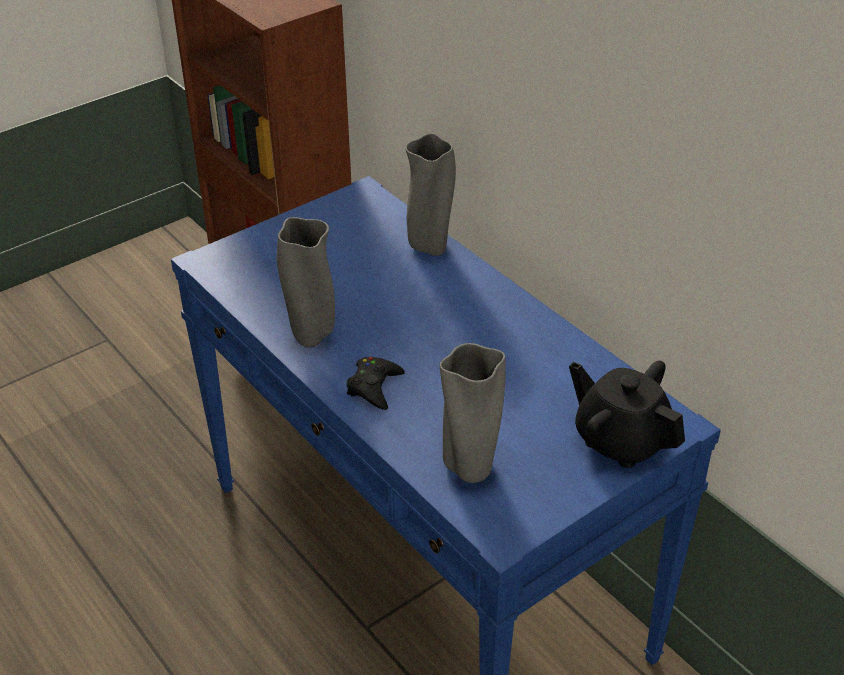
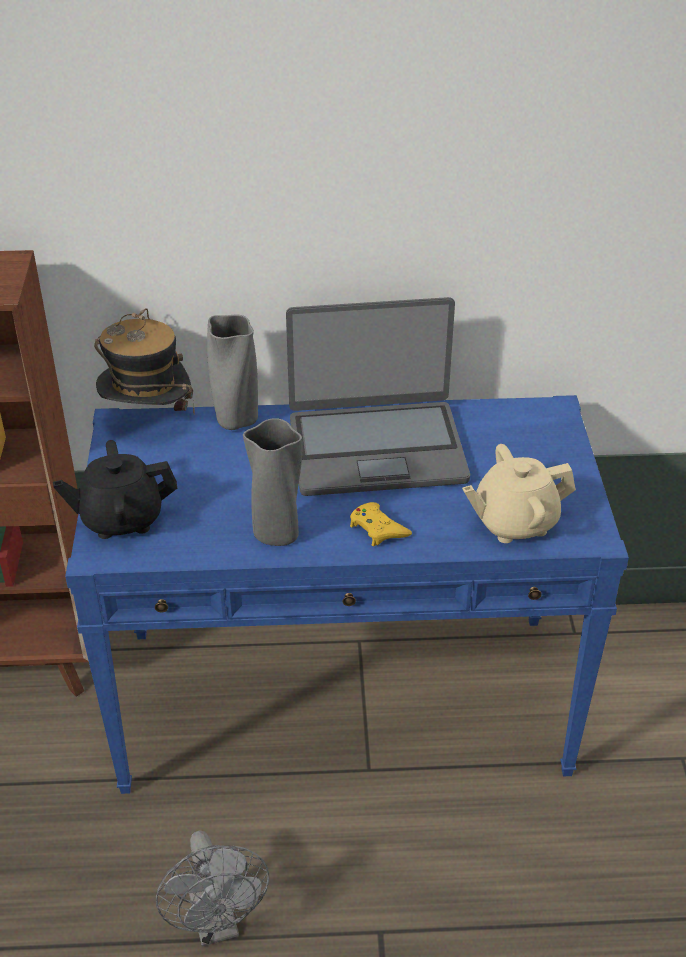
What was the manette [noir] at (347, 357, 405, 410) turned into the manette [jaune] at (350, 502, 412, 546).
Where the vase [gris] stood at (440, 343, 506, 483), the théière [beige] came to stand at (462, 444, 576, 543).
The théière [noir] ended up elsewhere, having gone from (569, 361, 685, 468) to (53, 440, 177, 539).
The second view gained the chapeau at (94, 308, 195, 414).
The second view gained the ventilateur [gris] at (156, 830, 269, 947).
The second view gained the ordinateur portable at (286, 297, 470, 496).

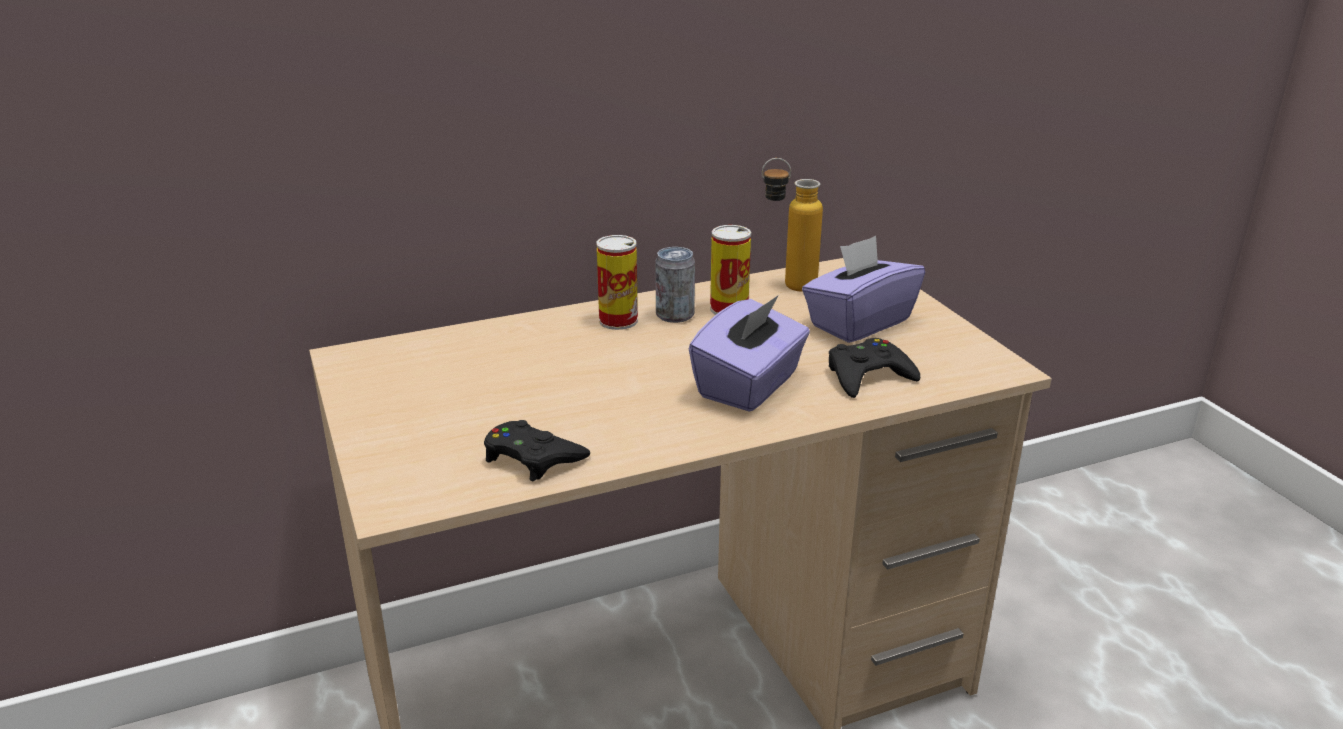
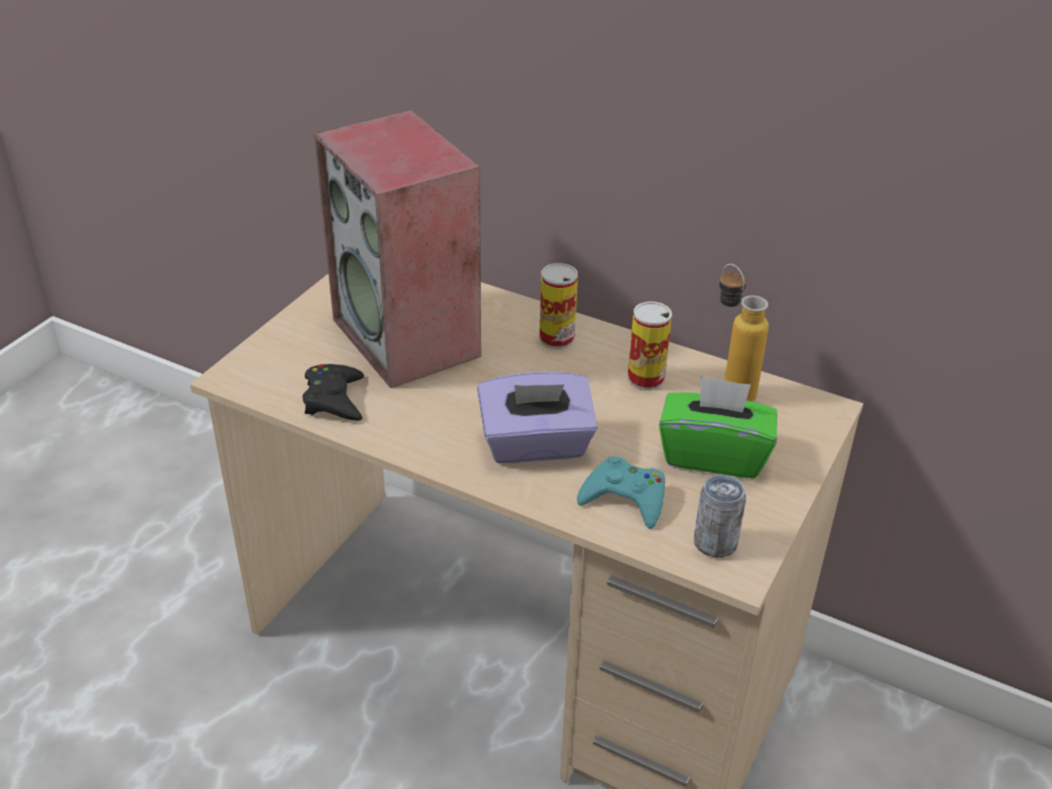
The boîte métallique ended up elsewhere, having gone from (655, 247, 695, 323) to (694, 475, 746, 557).
What was the boîte à mouchoirs [violet] at (802, 236, 925, 343) turned into the boîte à mouchoirs [vert] at (659, 375, 777, 478).
What was the manette [noir] at (829, 338, 920, 398) turned into the manette [turquoise] at (577, 456, 665, 529).
The second view gained the enceinte at (314, 110, 481, 388).

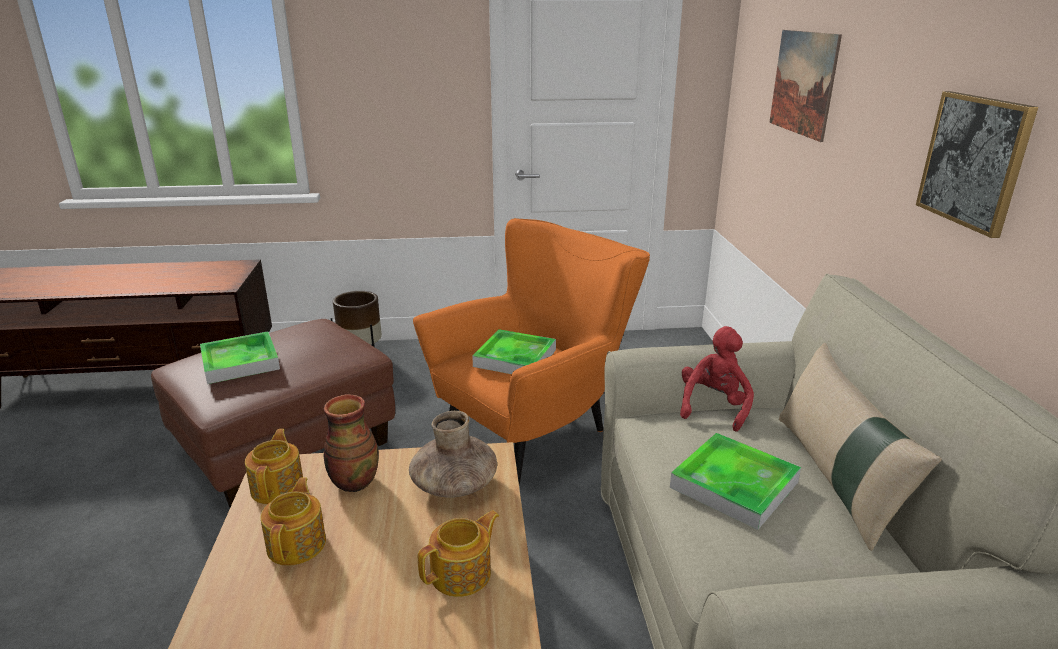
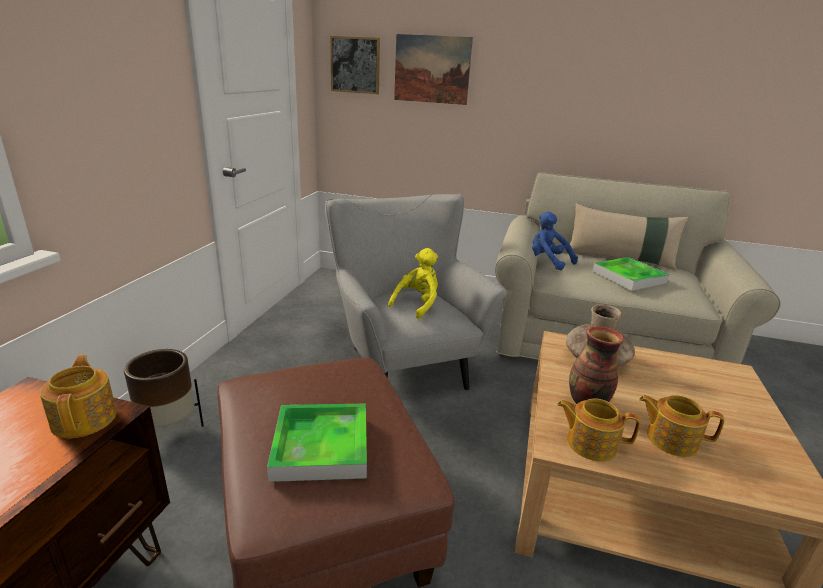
What was the fauteuil [orange] at (413, 218, 650, 484) turned into the fauteuil [gris] at (325, 194, 506, 391).
The théière ended up elsewhere, having gone from (418, 510, 499, 597) to (40, 355, 117, 439).
Where the plateau stood at (472, 329, 556, 374), the peluche [jaune] came to stand at (388, 248, 438, 319).
What was the peluche [rouge] at (680, 326, 754, 431) turned into the peluche [bleu] at (532, 212, 578, 270).
The tableau ended up elsewhere, having gone from (916, 91, 1038, 238) to (330, 36, 380, 94).

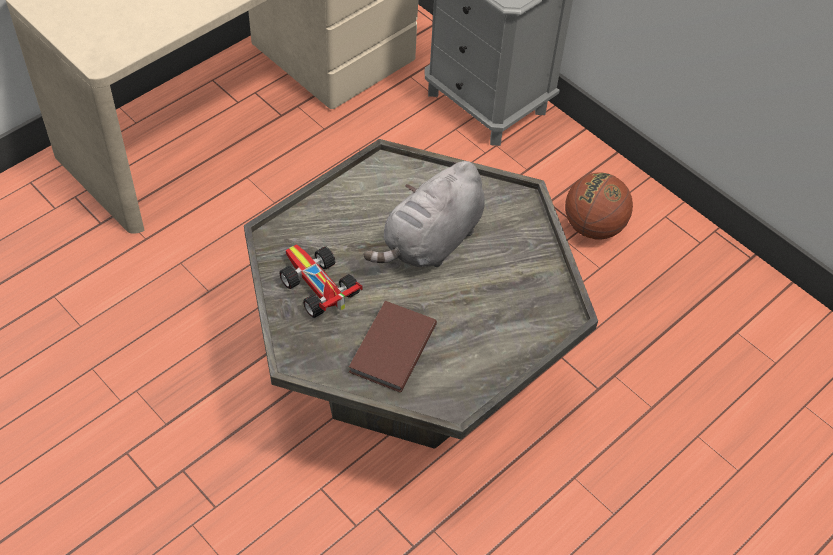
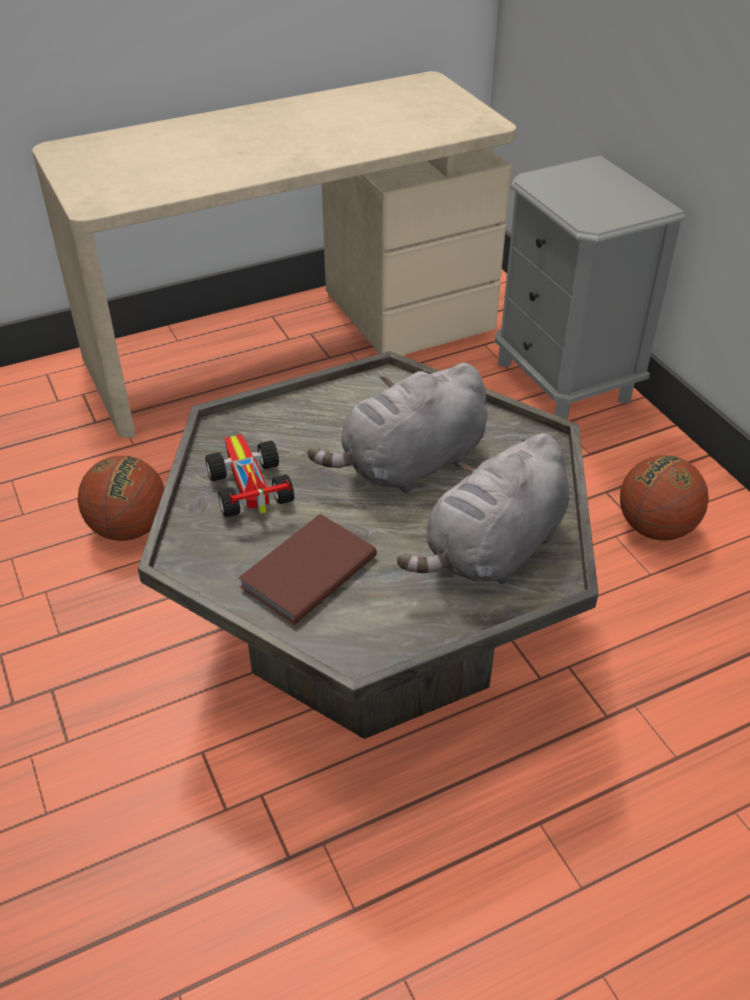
The second view gained the ballon de basket at (78, 456, 164, 541).
The second view gained the peluche [gris] at (397, 433, 569, 584).

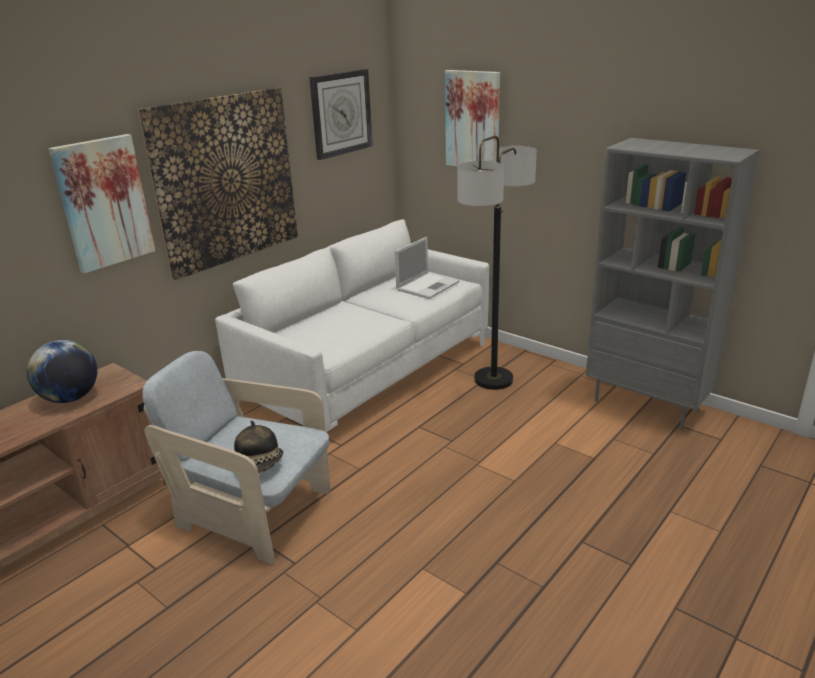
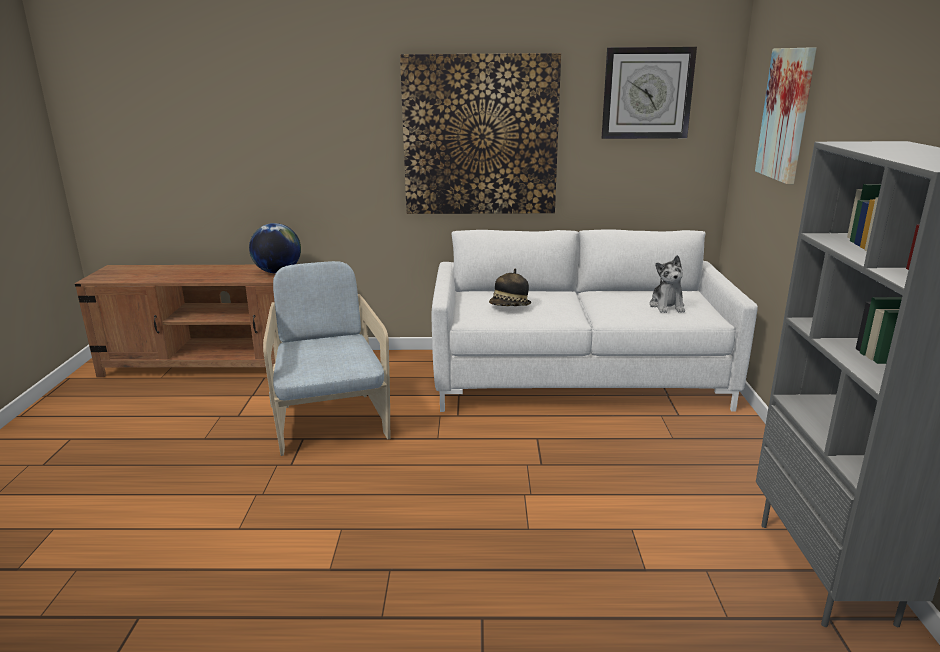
The second view lost the tableau at (48, 134, 155, 273).
The chapeau ended up elsewhere, having gone from (234, 421, 283, 474) to (489, 269, 531, 306).
Where the ordinateur portable stood at (394, 237, 460, 299), the peluche came to stand at (650, 255, 685, 313).
The second view lost the lampadaire at (457, 136, 537, 390).

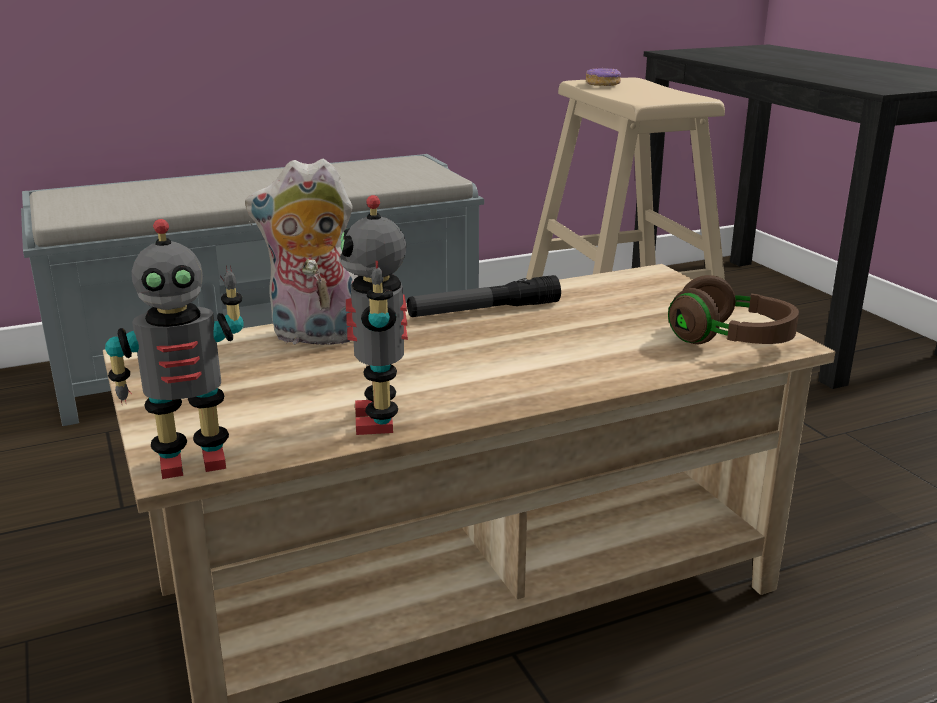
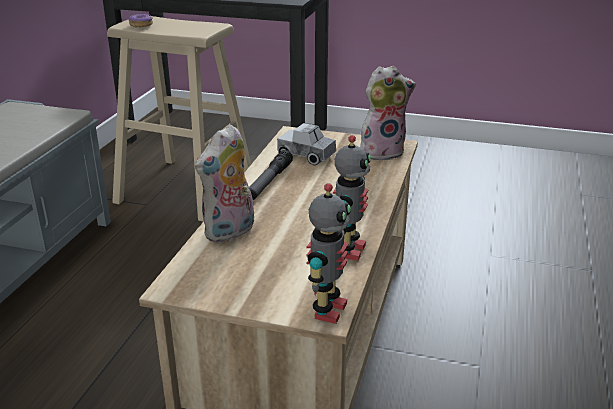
The robot jouet at (339, 195, 408, 435) ended up facing another way, 105 degrees counterclockwise from before.
Where the casque audio [marron] stood at (668, 275, 799, 344), the peluche came to stand at (360, 66, 416, 161).
The second view gained the camion jouet at (277, 123, 336, 165).

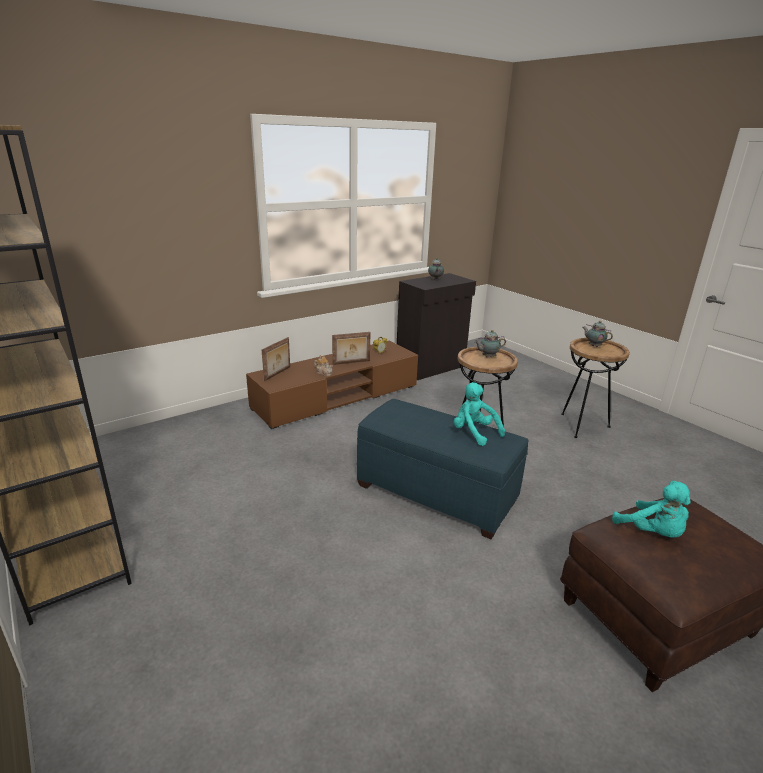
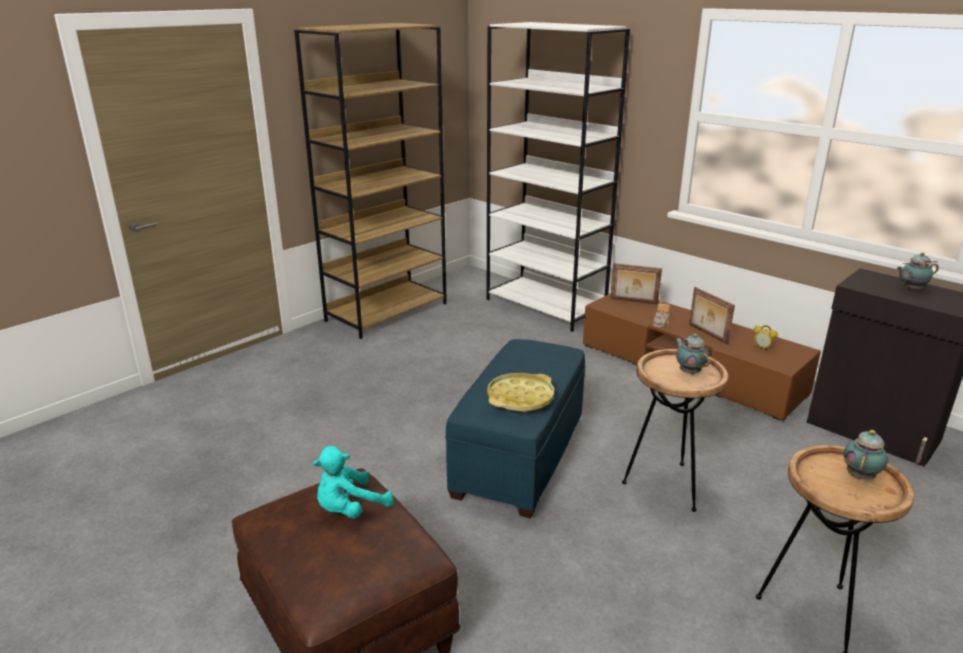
Where the peluche [turquoise] stood at (453, 382, 505, 446), the plateau [jaune] came to stand at (487, 373, 554, 412).
The second view gained the bibliothèque [blanc] at (487, 22, 630, 332).

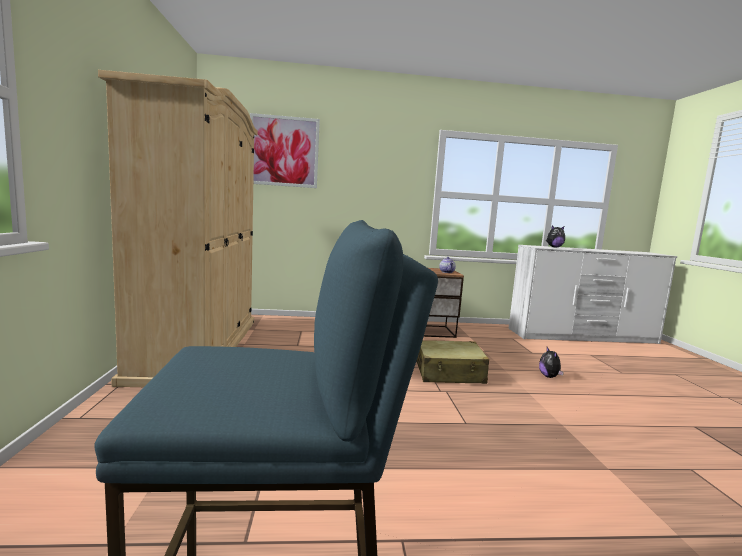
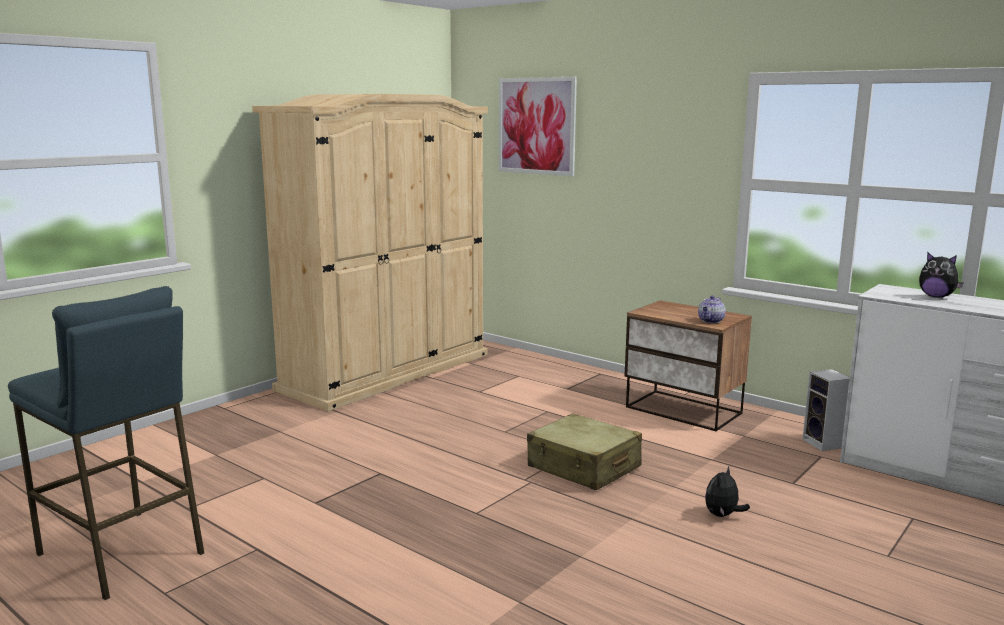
The second view gained the enceinte at (802, 369, 850, 451).

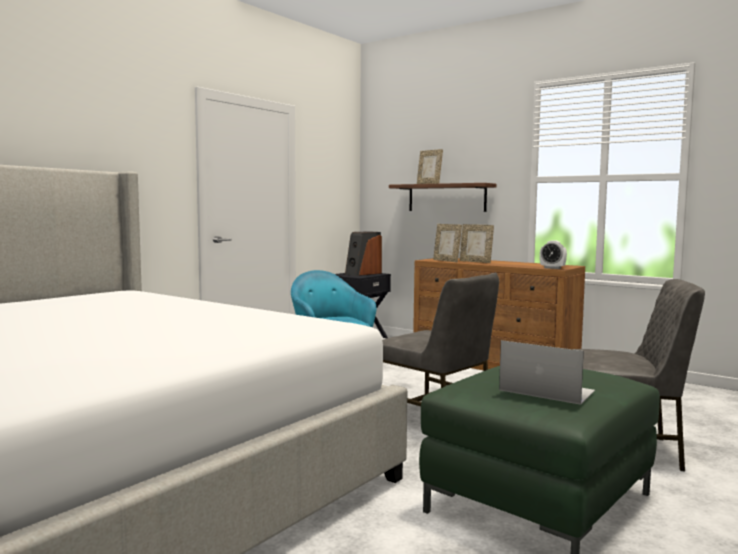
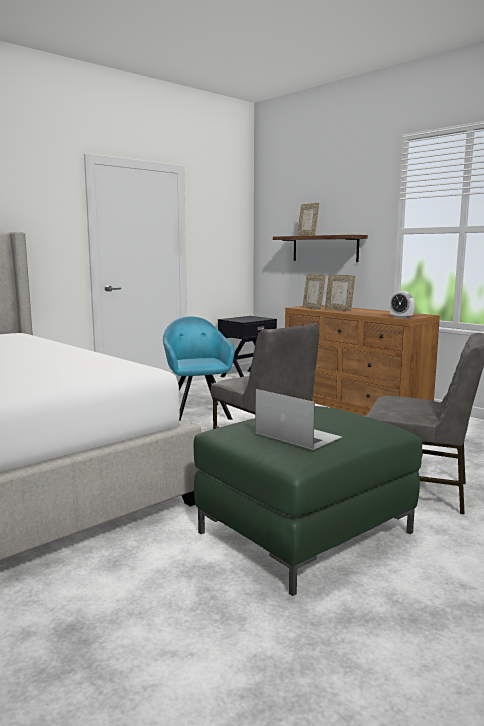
The second view lost the enceinte at (345, 231, 382, 276).

